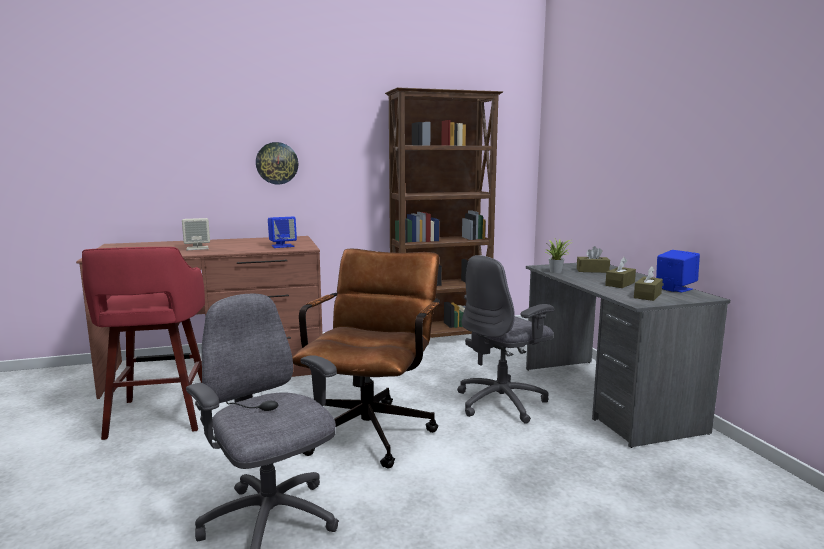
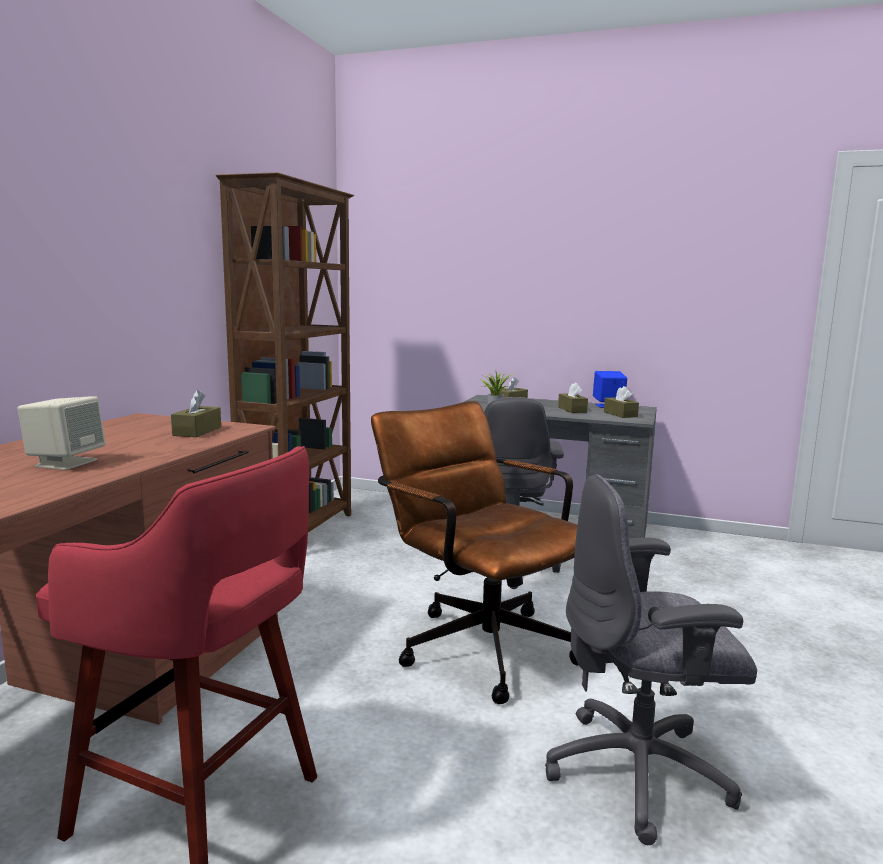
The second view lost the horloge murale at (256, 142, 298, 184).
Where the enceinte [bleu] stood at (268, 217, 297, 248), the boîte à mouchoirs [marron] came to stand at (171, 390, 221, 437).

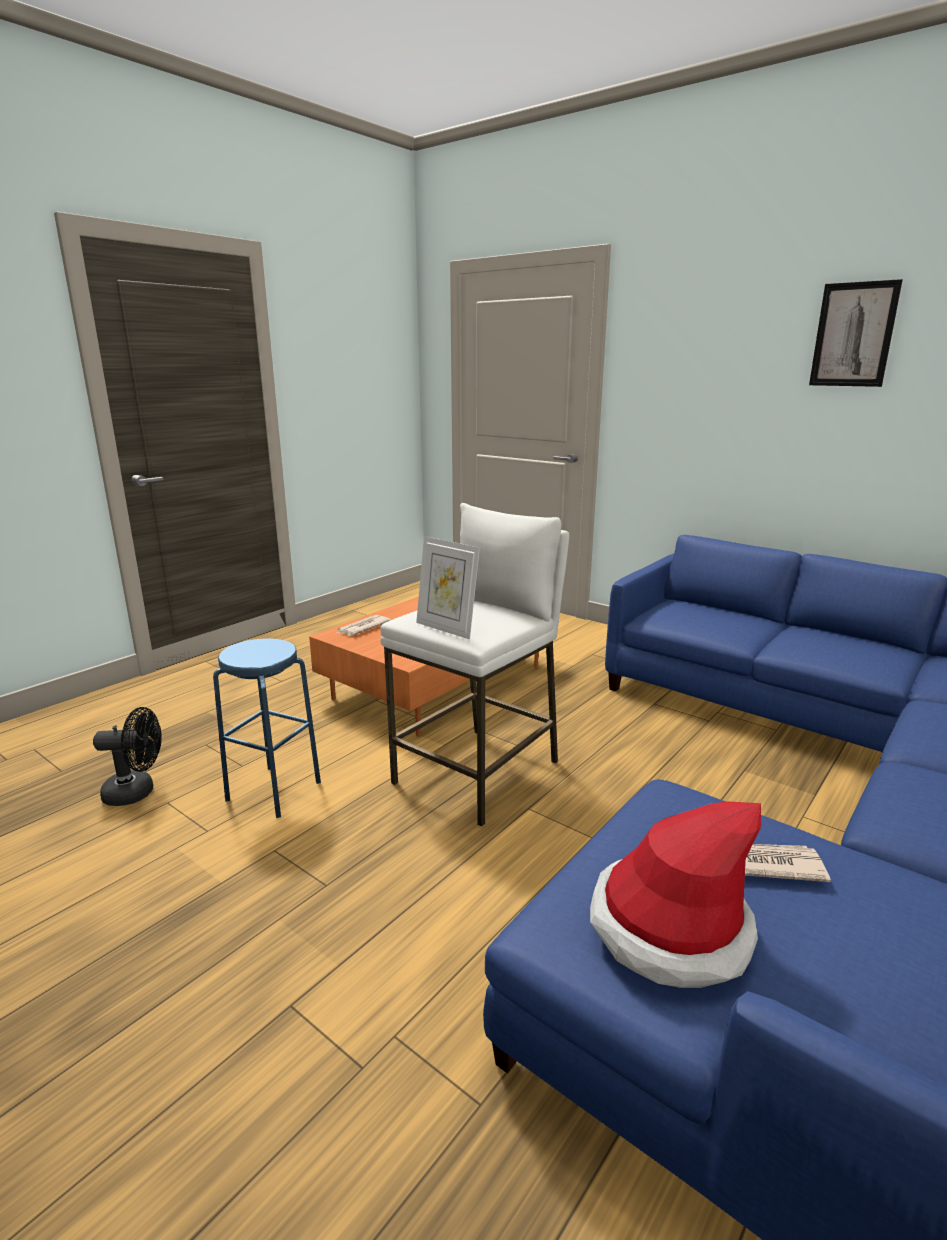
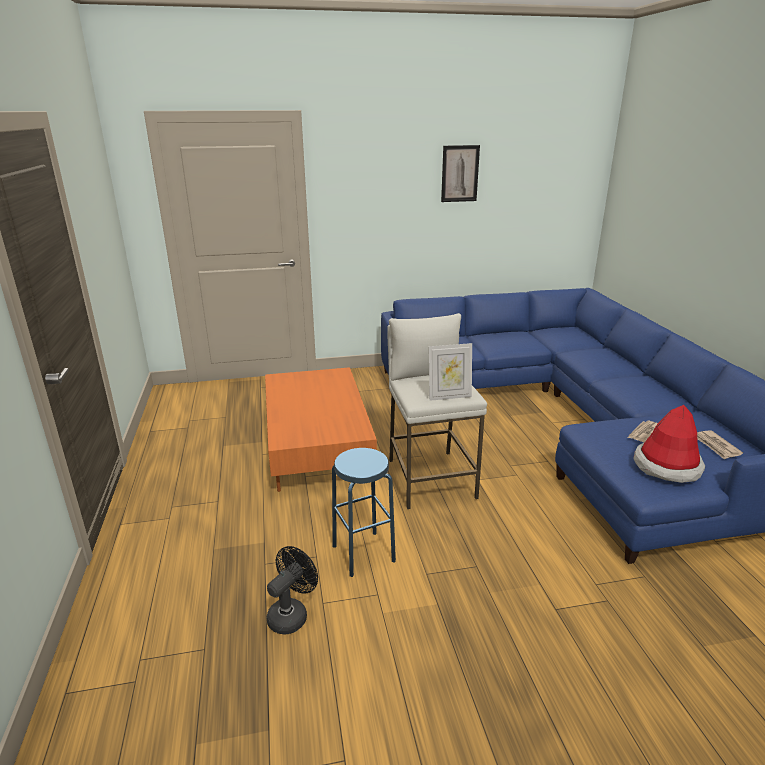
The journal ended up elsewhere, having gone from (336, 615, 391, 636) to (697, 430, 743, 460).

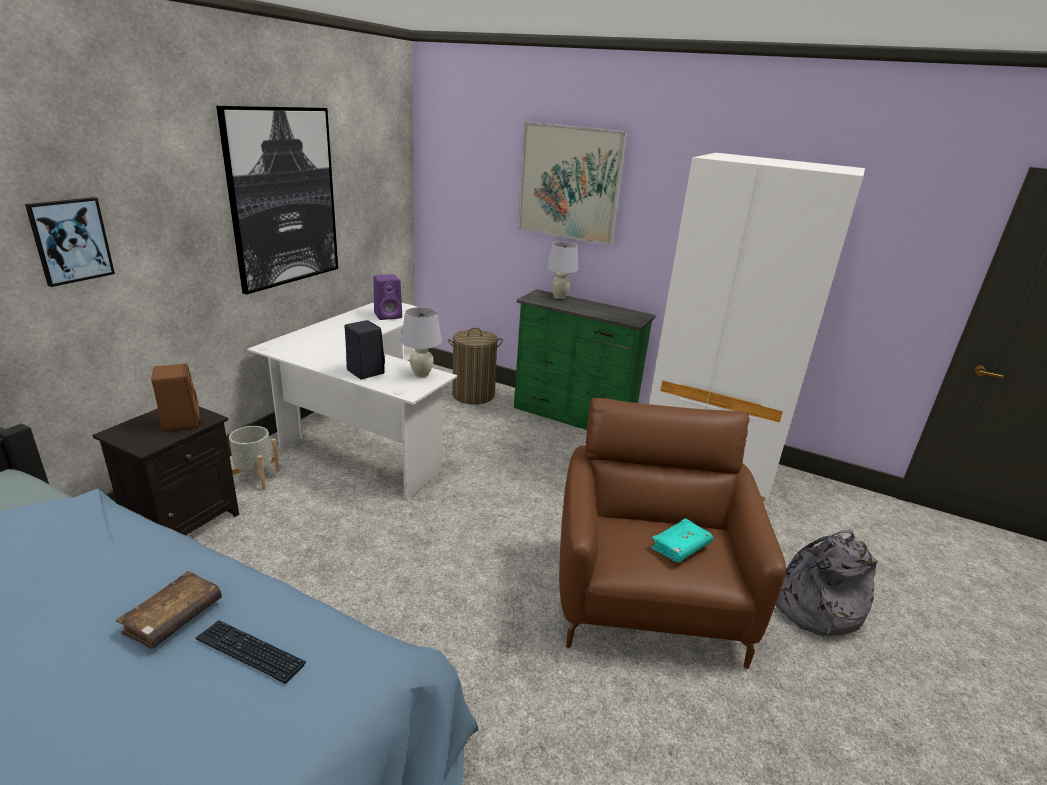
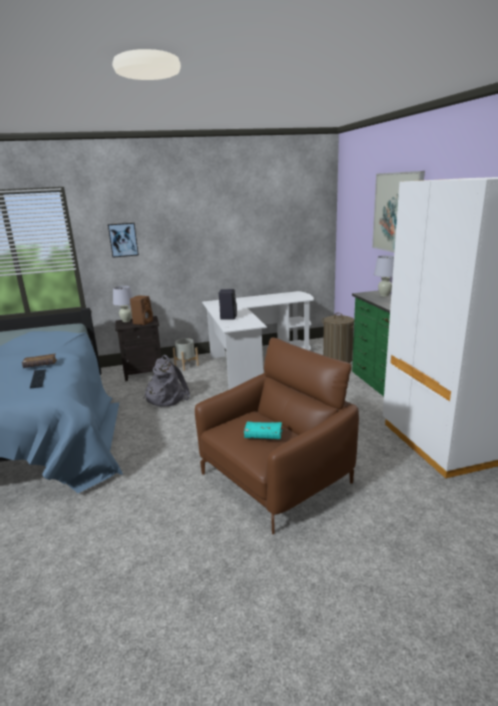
The second view lost the tableau at (216, 106, 338, 294).
The second view lost the enceinte [violet] at (373, 274, 402, 320).
The lampe de table [blanc] ended up elsewhere, having gone from (401, 307, 442, 378) to (113, 286, 133, 322).
The sac à dos [gris] ended up elsewhere, having gone from (776, 529, 878, 636) to (143, 355, 190, 407).

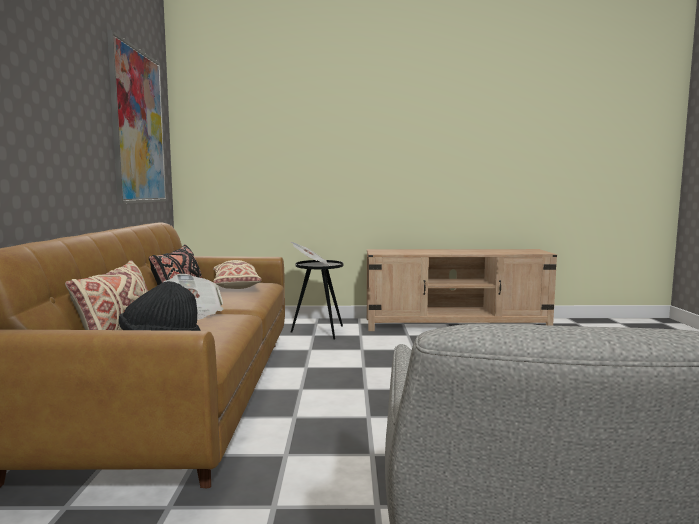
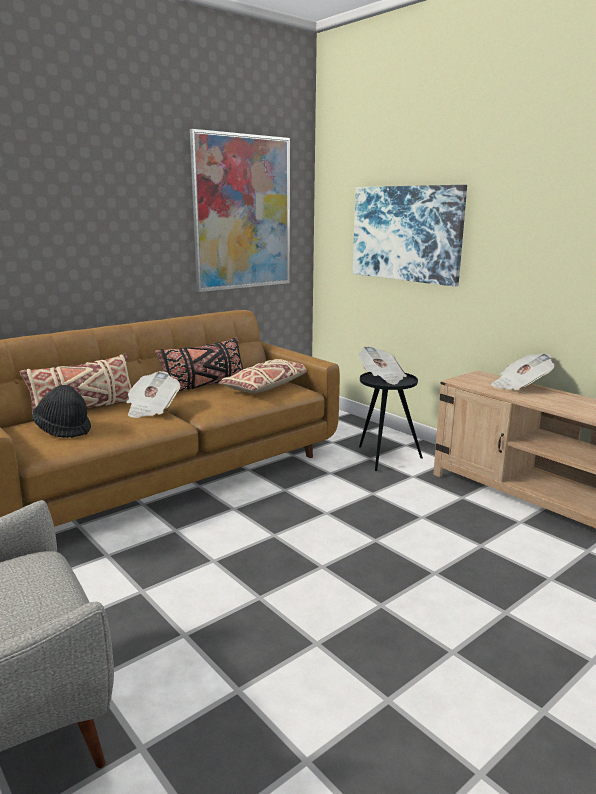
The second view gained the tableau at (353, 185, 467, 287).
The second view gained the journal at (491, 353, 554, 391).

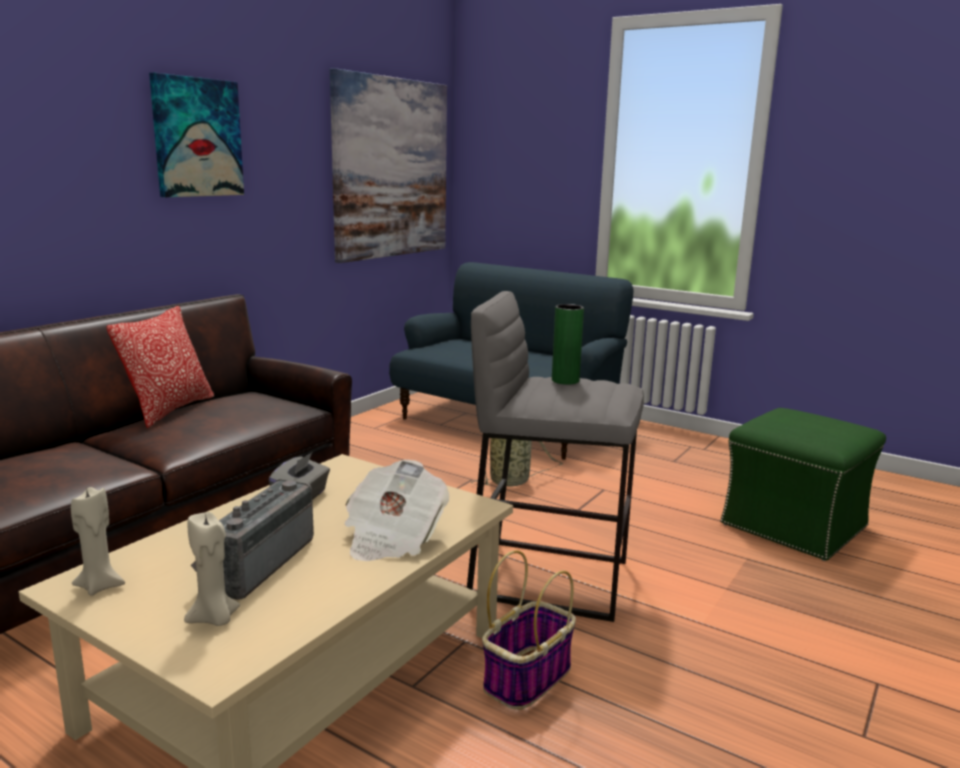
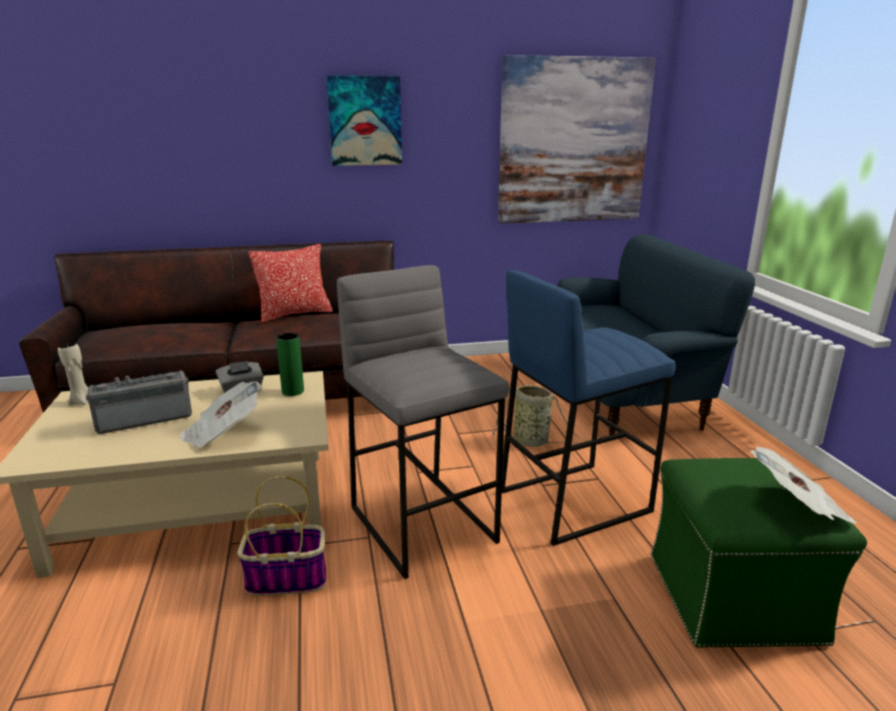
The second view lost the bougie [beige] at (184, 512, 240, 626).
The vase [vert] ended up elsewhere, having gone from (552, 304, 584, 384) to (276, 332, 304, 396).
The second view gained the tabouret [bleu] at (502, 270, 676, 546).
The second view gained the journal at (750, 447, 857, 524).

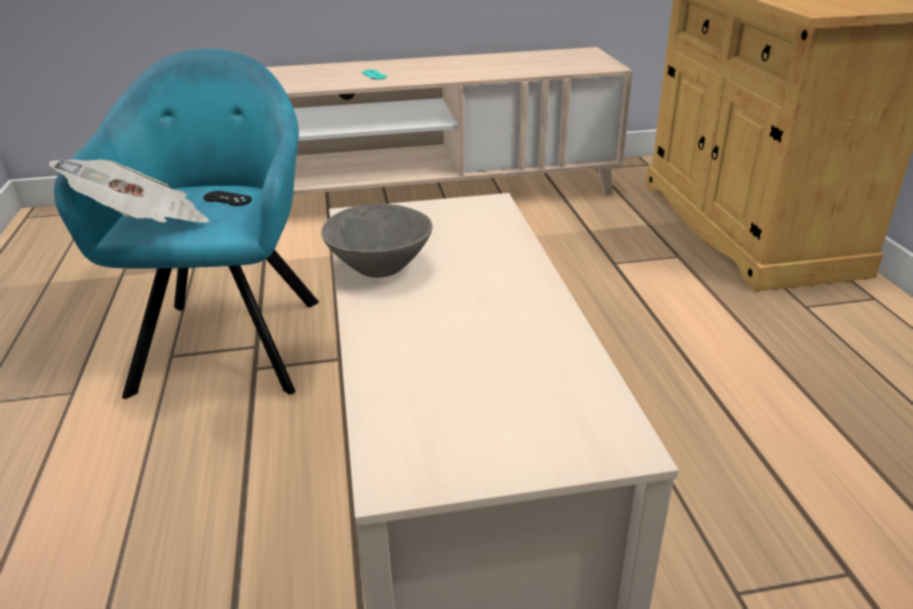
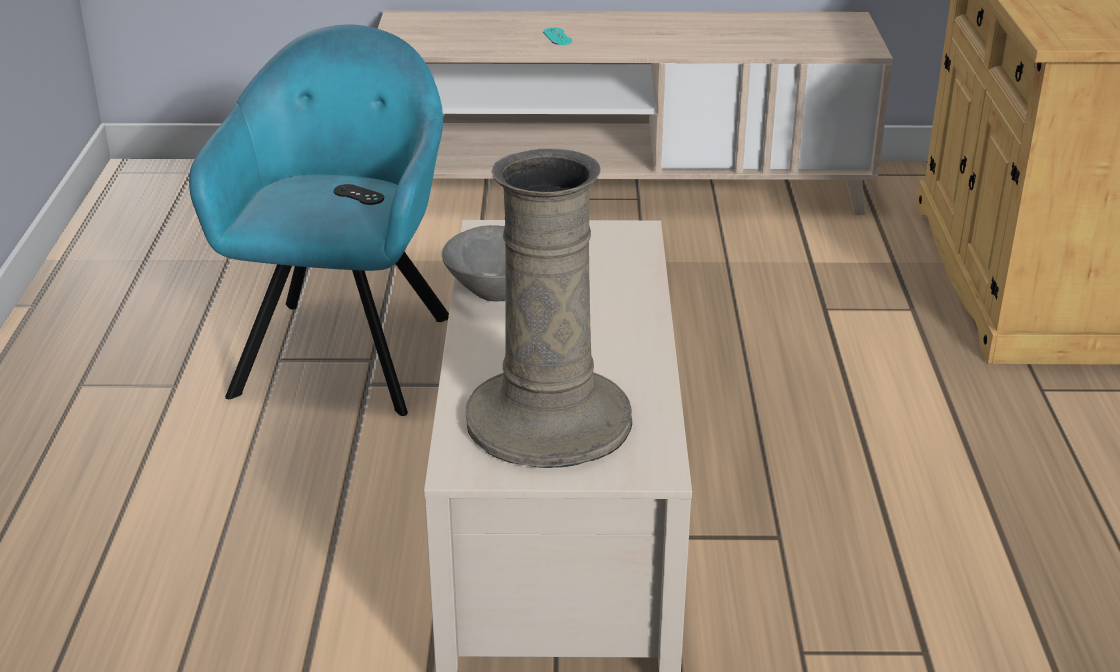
The second view lost the journal at (49, 159, 210, 223).
The second view gained the vase [beige] at (466, 148, 632, 468).

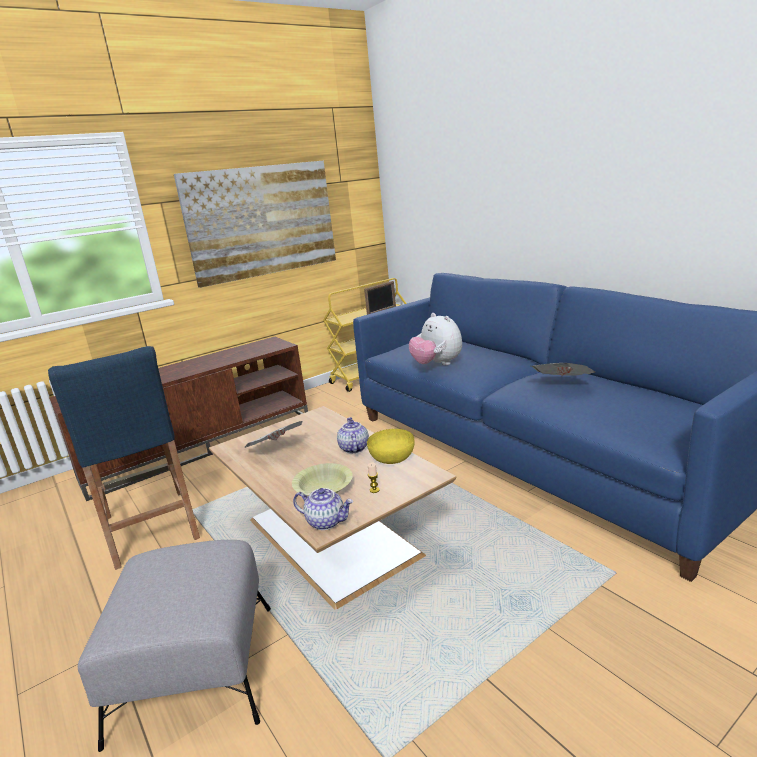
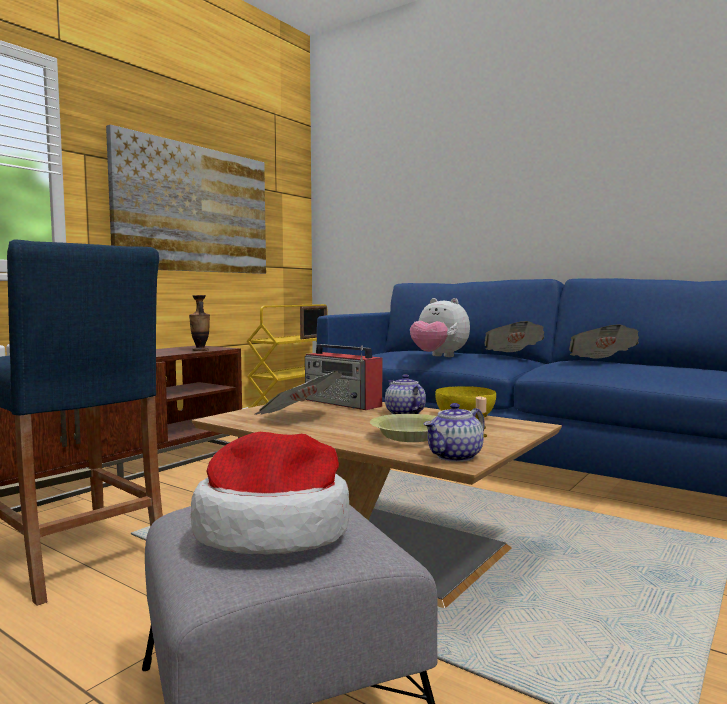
The théière at (293, 488, 354, 530) ended up facing another way, 135 degrees clockwise from before.
The second view gained the vase at (189, 295, 210, 351).
The second view gained the chapeau at (191, 432, 349, 555).
The second view gained the radio at (305, 344, 382, 410).
The second view gained the journal at (485, 321, 545, 352).

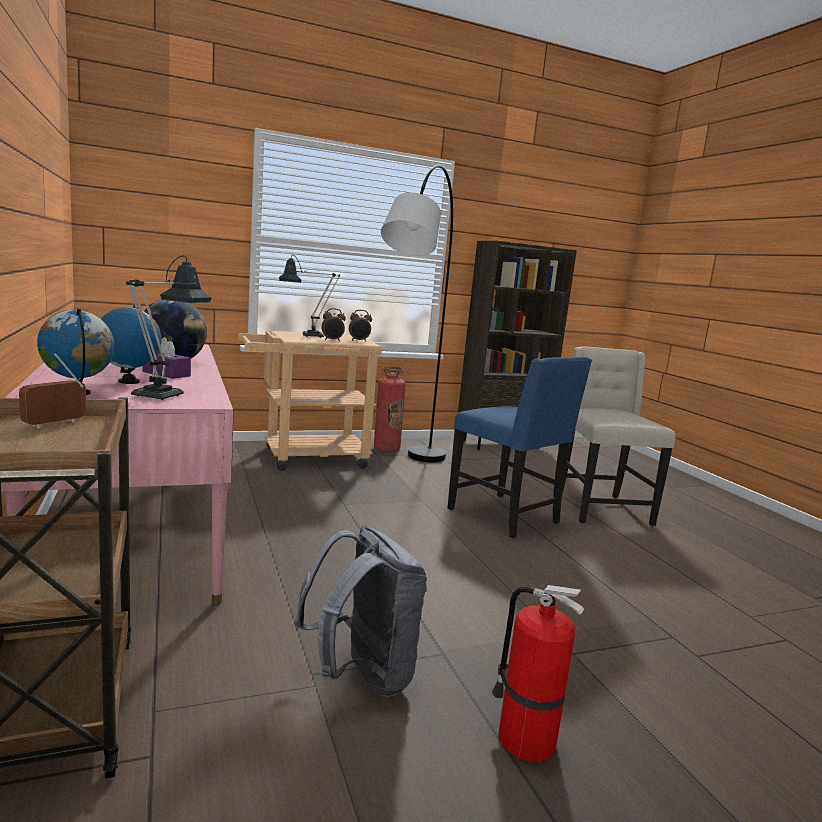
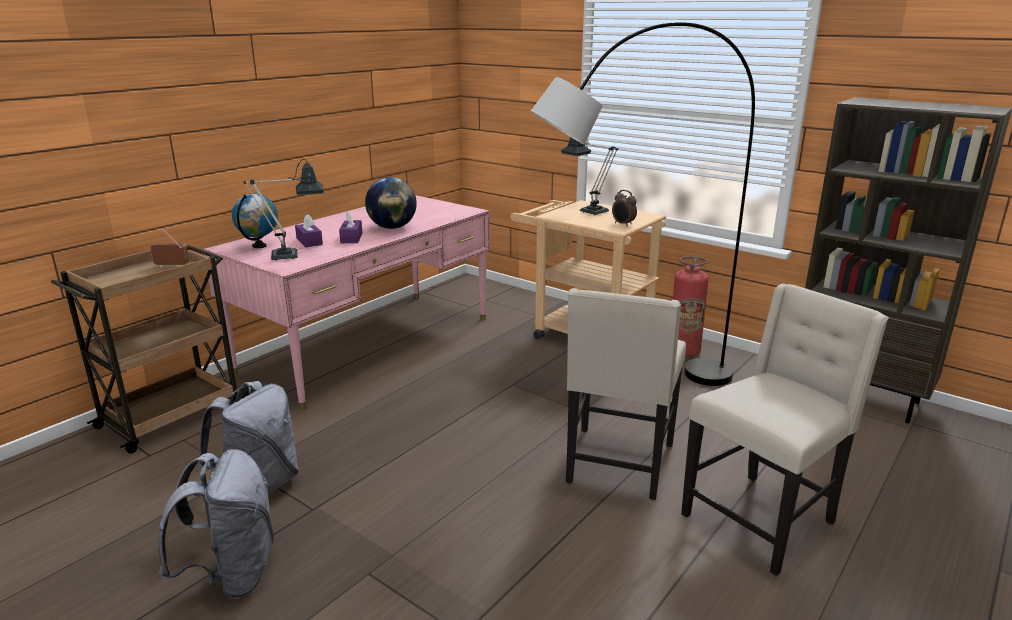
Where the globe stood at (101, 305, 162, 384), the boîte à mouchoirs [violet] came to stand at (295, 214, 323, 247).
The second view lost the réveil at (321, 308, 346, 341).
What was the chaise [bleu] at (448, 357, 592, 538) turned into the chaise [beige] at (566, 288, 686, 500).
Where the extincteur stood at (492, 585, 584, 762), the sac à dos [gris] came to stand at (158, 449, 274, 598).

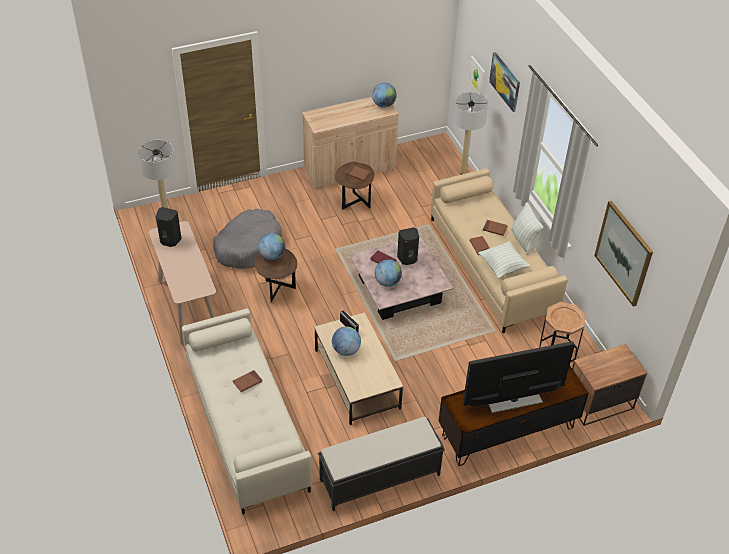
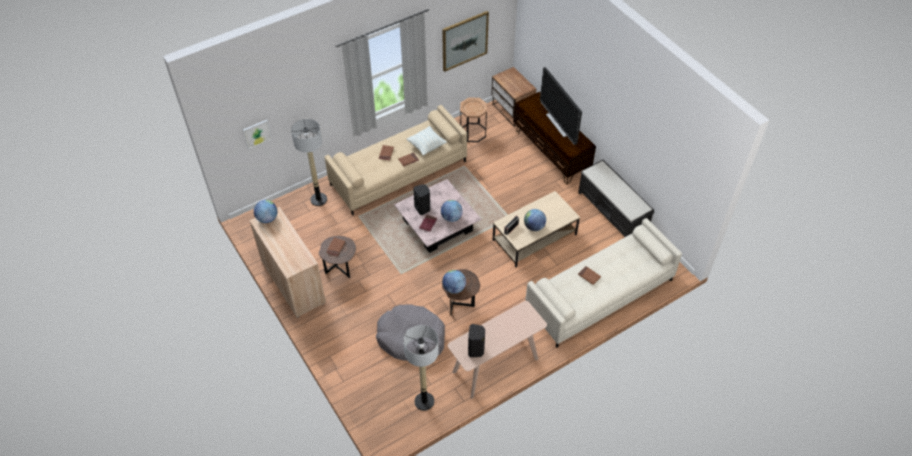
The second view lost the tableau at (489, 52, 520, 112).
The second view lost the coussin at (511, 202, 543, 255).

